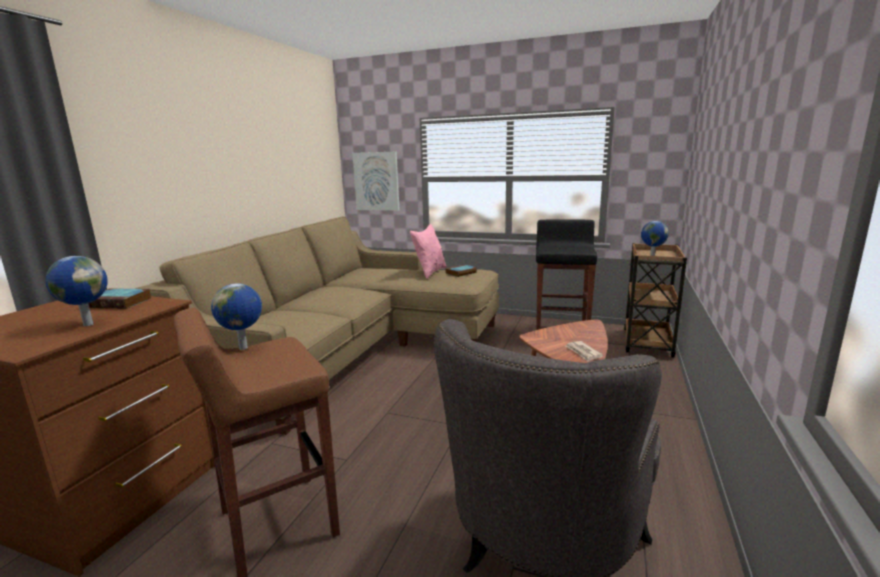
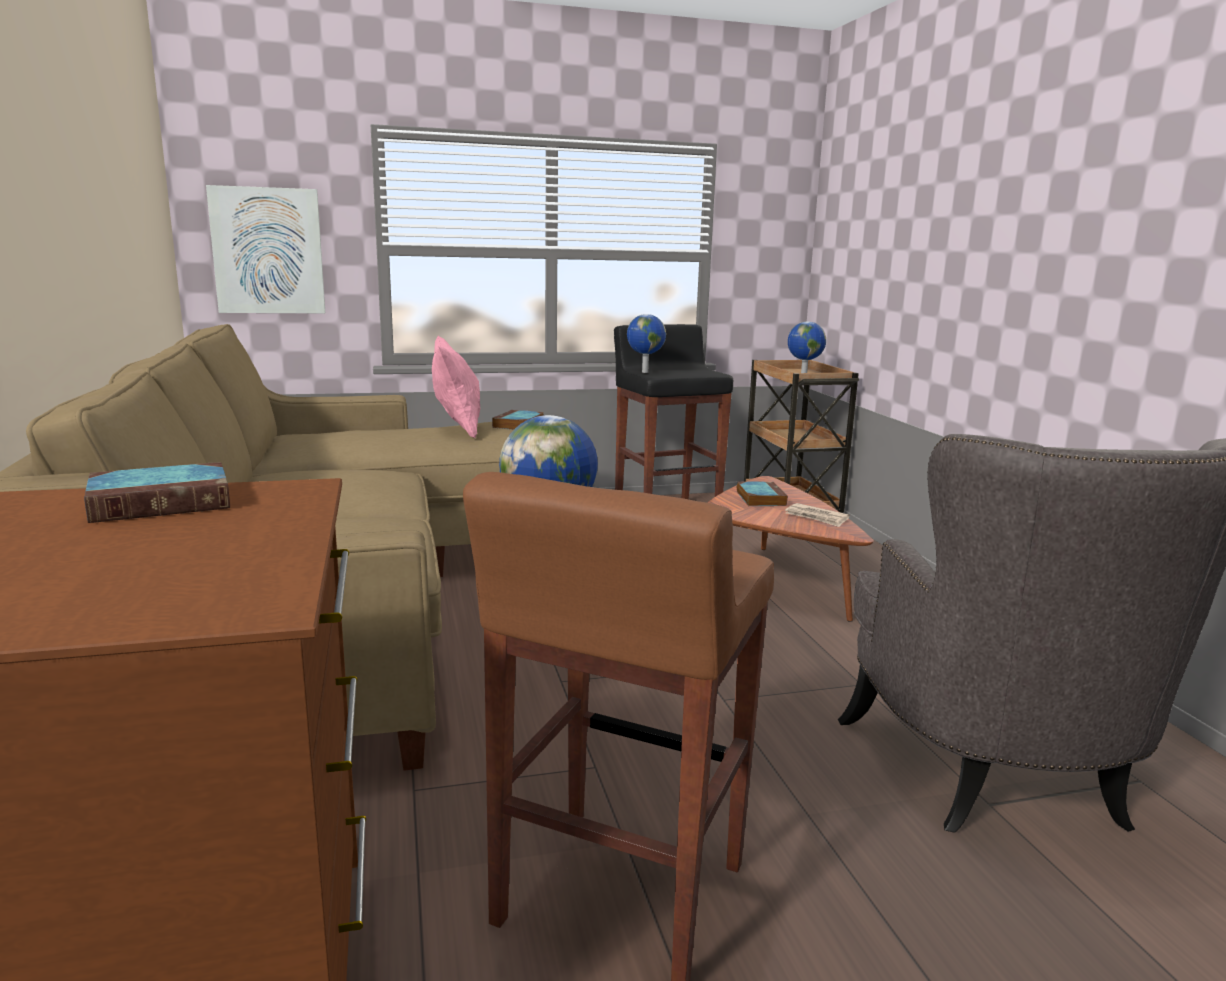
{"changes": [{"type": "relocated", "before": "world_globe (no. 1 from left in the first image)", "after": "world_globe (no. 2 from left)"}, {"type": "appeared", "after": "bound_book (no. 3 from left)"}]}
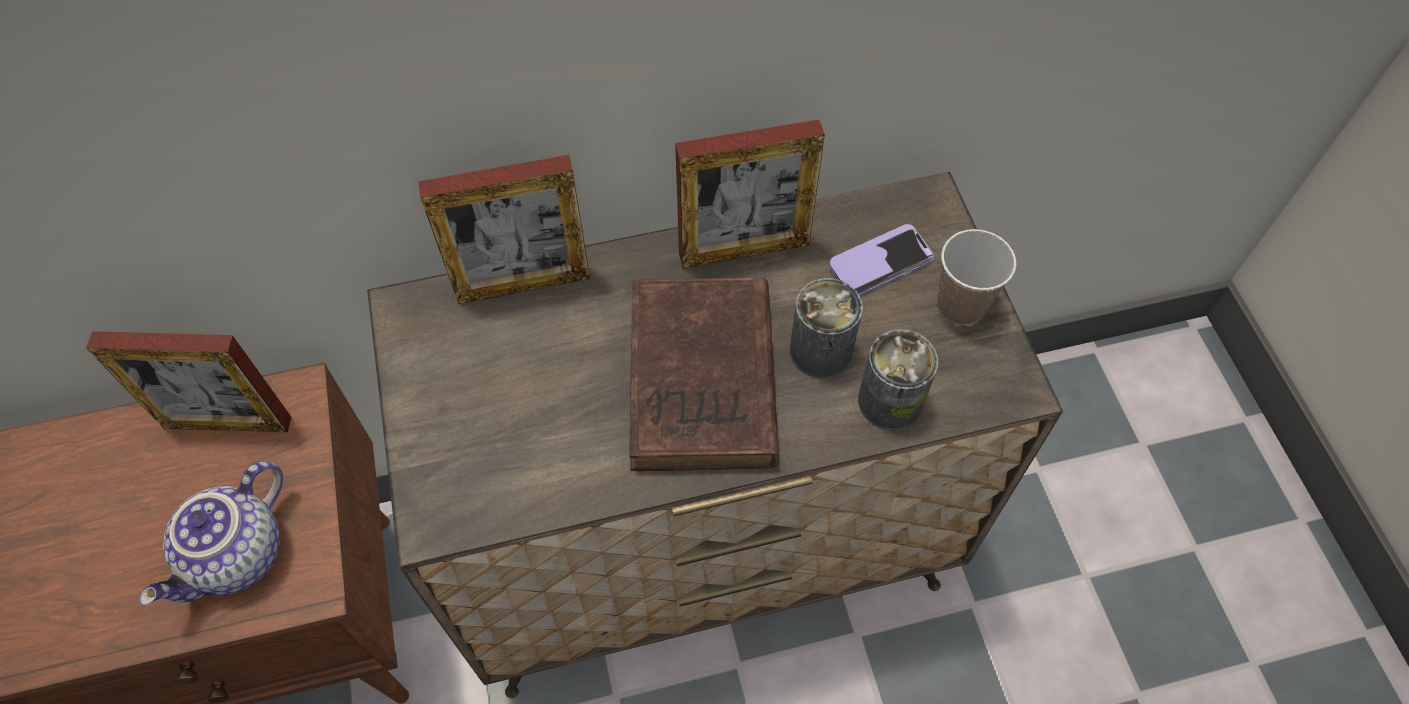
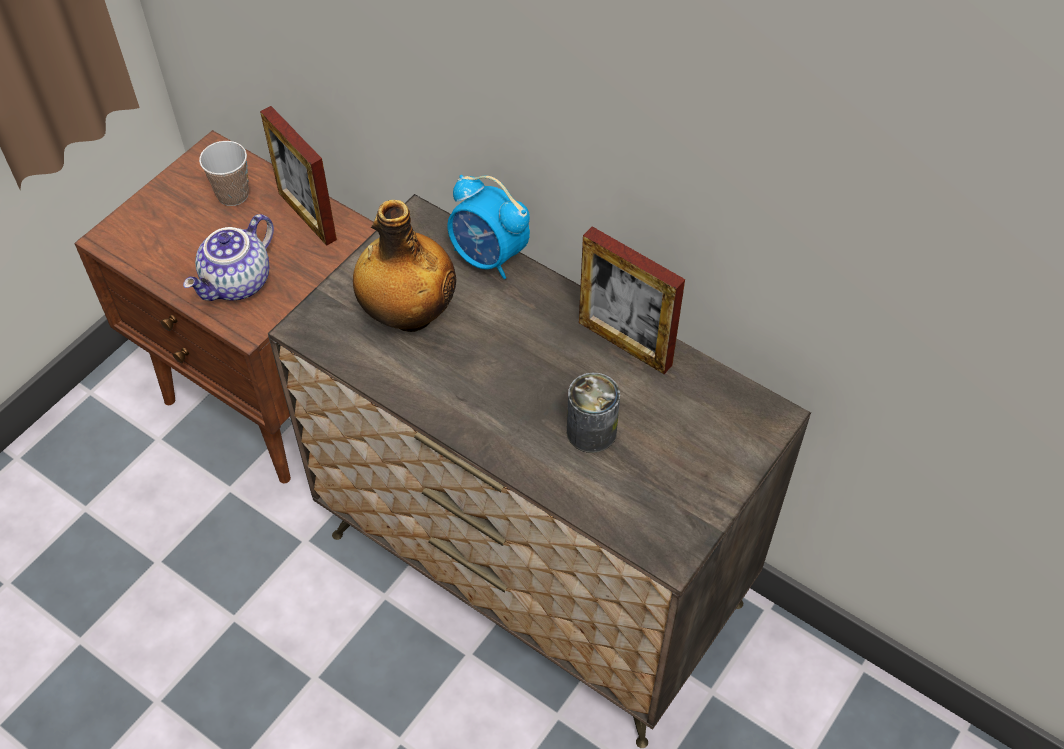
{"changes": [{"type": "exchanged", "before": "standing_frame (no. 2 from left)", "after": "bedside_clock"}, {"type": "missing", "before": "telephone"}, {"type": "relocated", "before": "small_cup"}, {"type": "missing", "before": "brown-coloured_bound_book"}, {"type": "missing", "before": "sealed_can (no. 2 from left)"}, {"type": "spun", "before": "tea_pot", "turn": -45}, {"type": "appeared", "after": "beverage_bottle"}]}
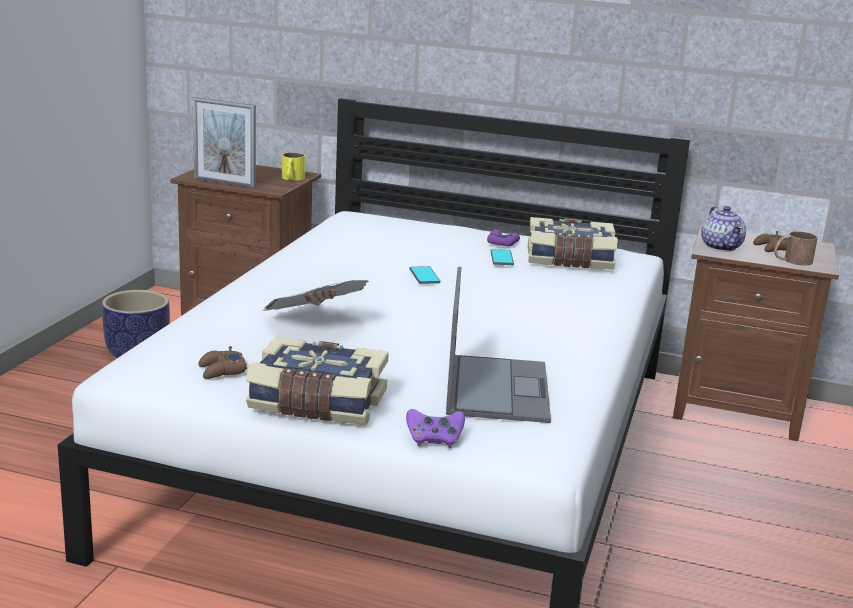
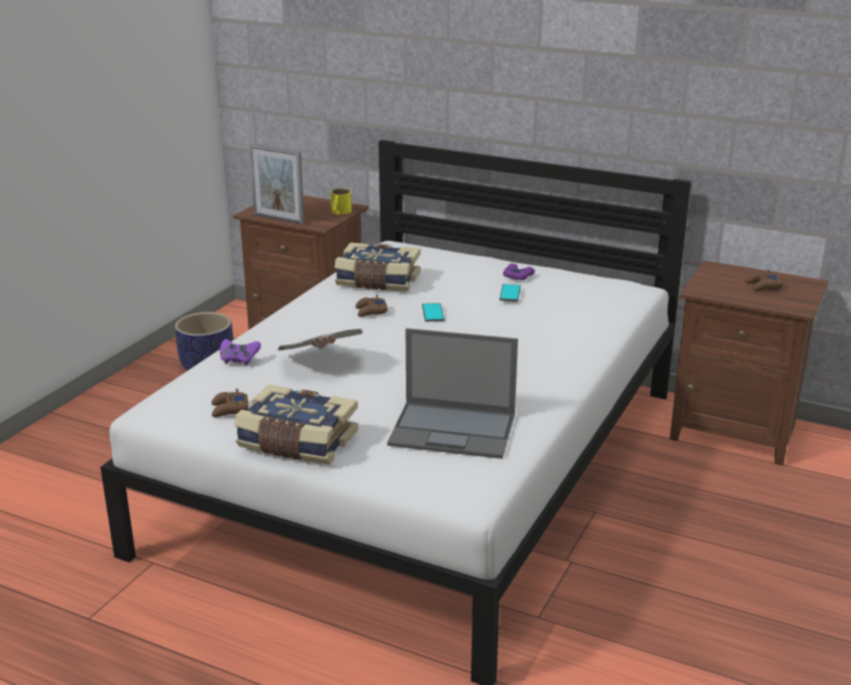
{"changes": [{"type": "missing", "before": "tea_pot"}, {"type": "relocated", "before": "bound_book (no. 2 from left)"}, {"type": "missing", "before": "brown-coloured_mug"}, {"type": "spun", "before": "portable_computer", "turn": 90}, {"type": "relocated", "before": "purplish_game_controller (no. 1 from left)"}, {"type": "appeared", "after": "brown-coloured_game_controller (no. 2 from left)"}]}
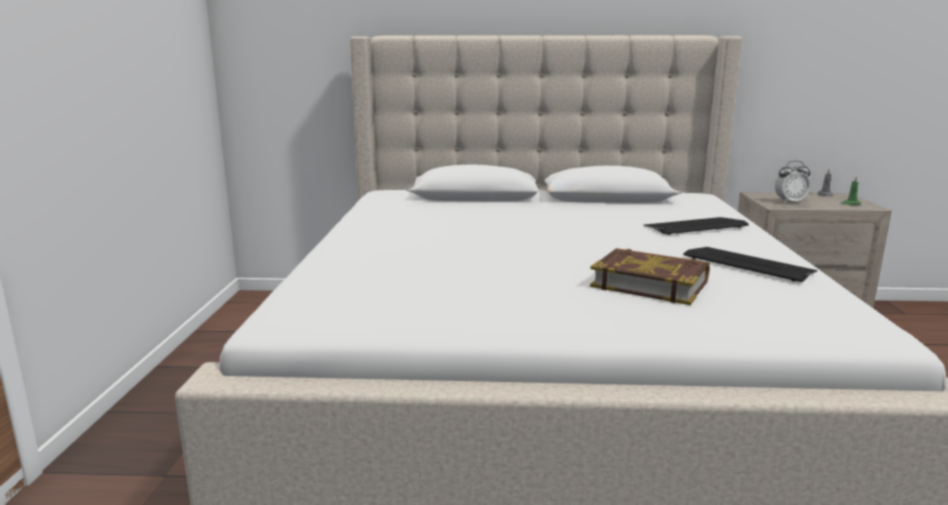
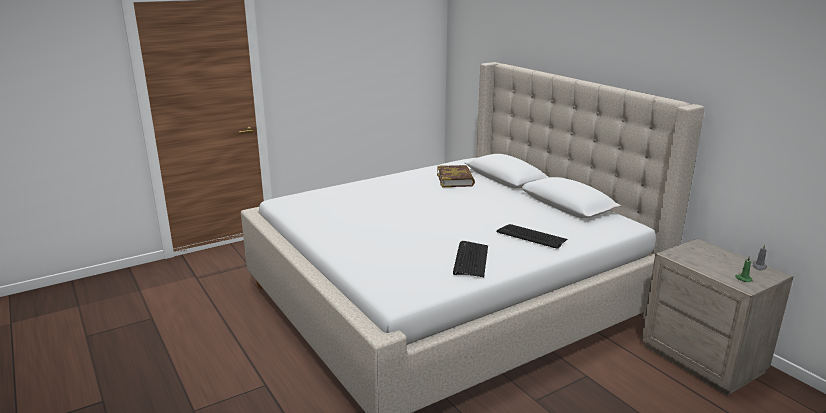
{"changes": [{"type": "missing", "before": "bedside_clock"}, {"type": "relocated", "before": "bound_book"}]}
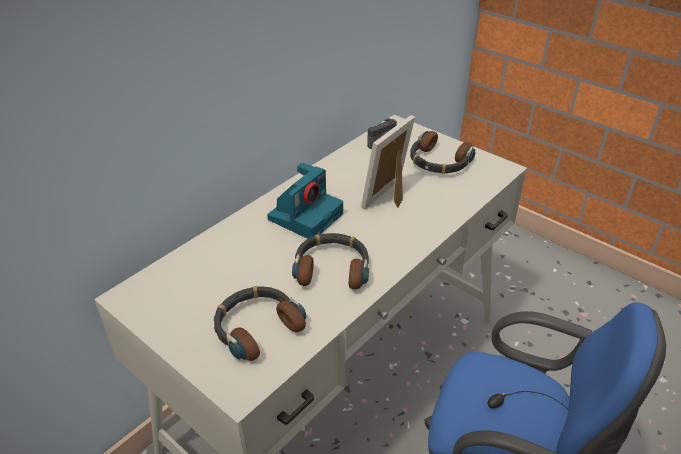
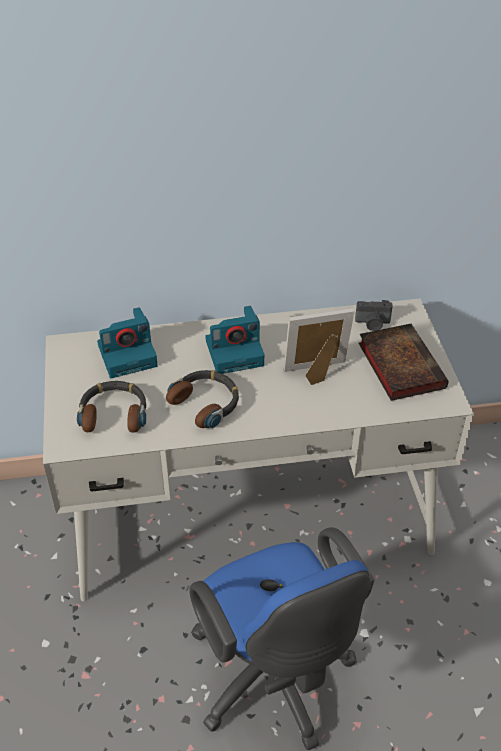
{"changes": [{"type": "exchanged", "before": "headset (no. 3 from left)", "after": "bound_book"}, {"type": "appeared", "after": "still_camera (no. 1 from left)"}]}
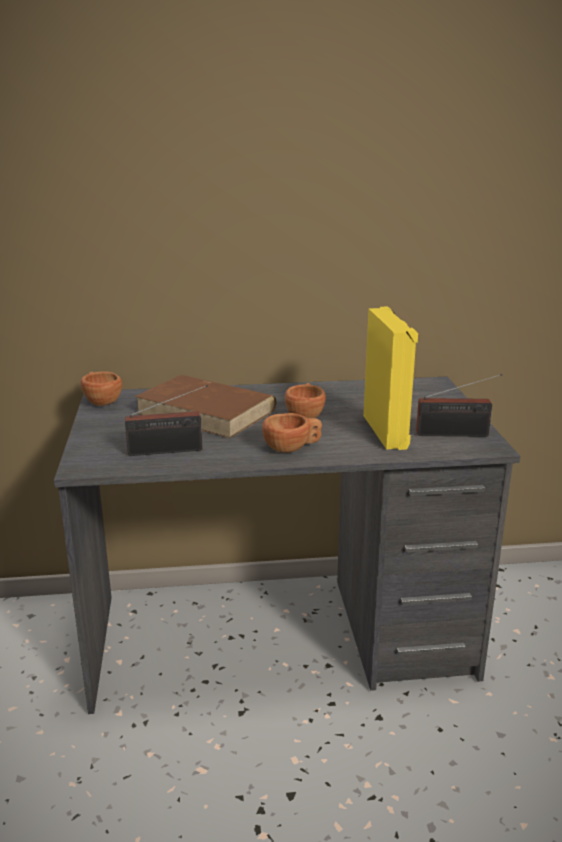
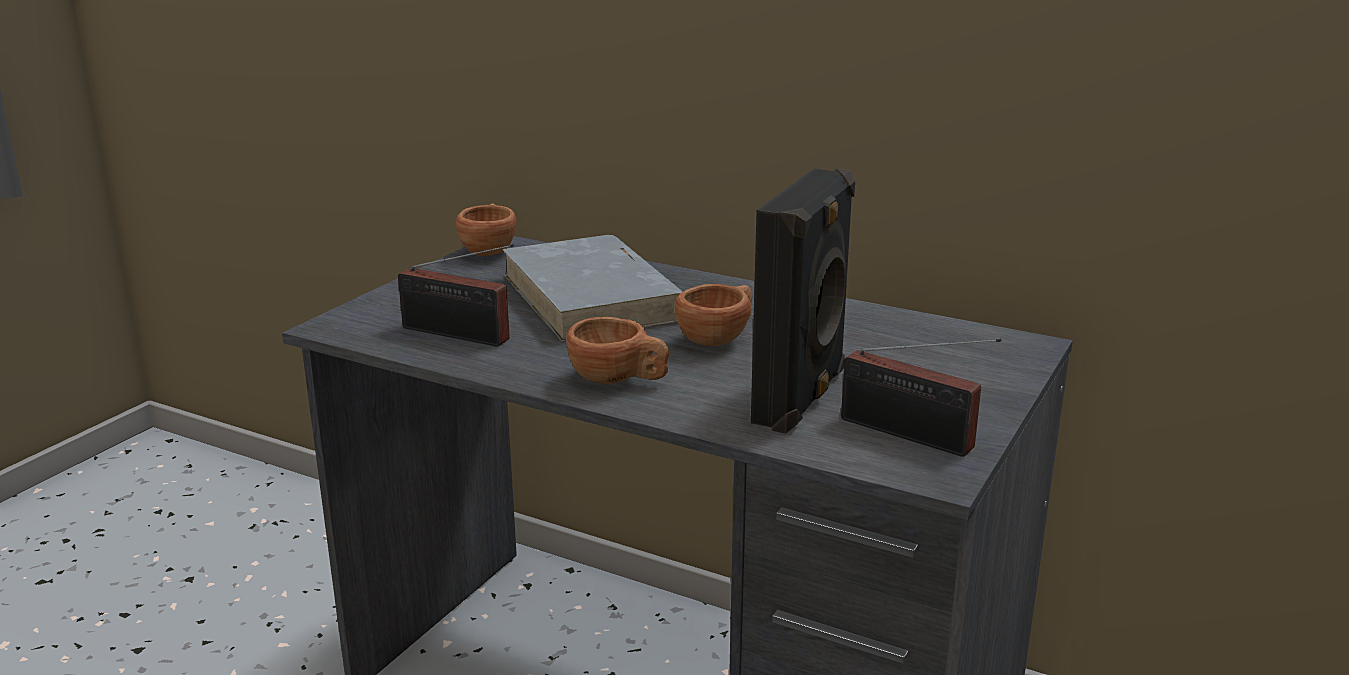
{"changes": [{"type": "colour", "before": "yellow_speaker", "after": "black_speaker"}, {"type": "colour", "before": "brown-coloured_bound_book", "after": "greyish_bound_book"}]}
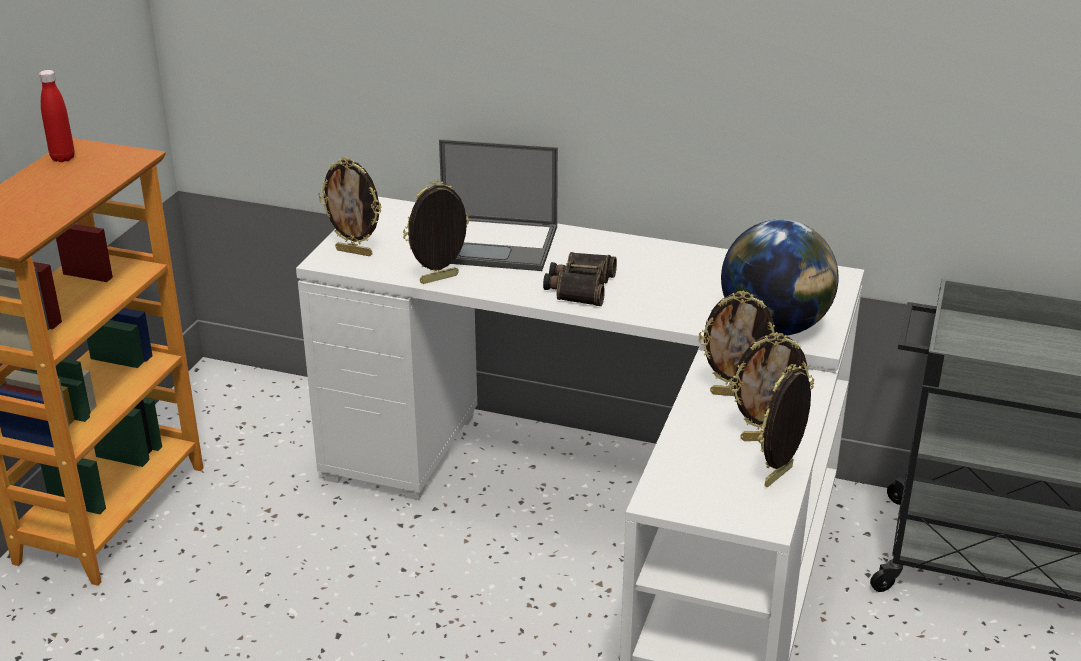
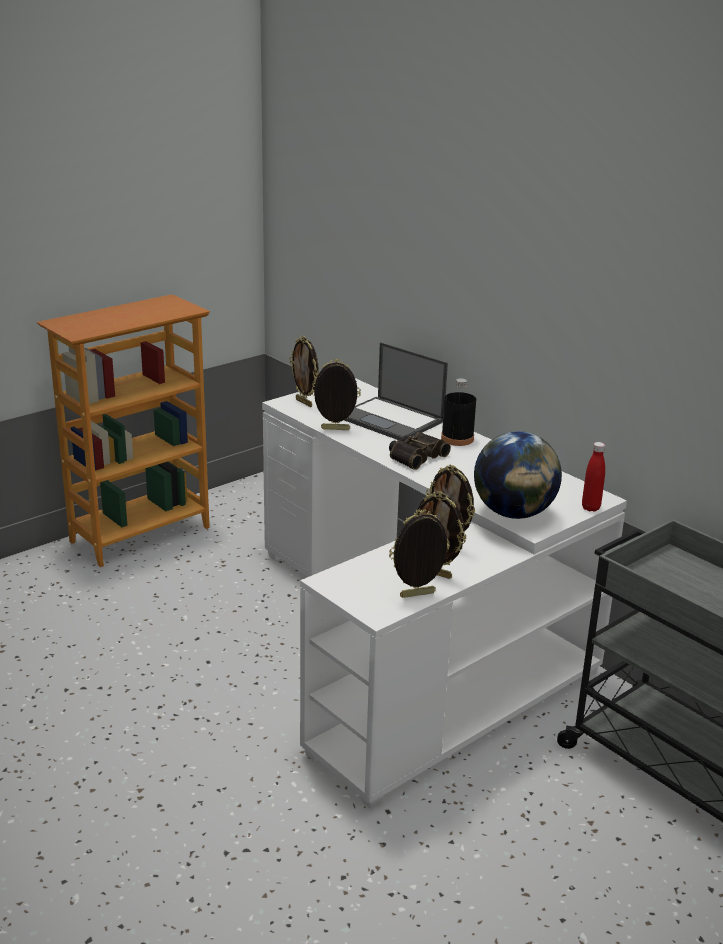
{"changes": [{"type": "relocated", "before": "red-coloured_beverage_bottle"}, {"type": "appeared", "after": "black_beverage_bottle"}]}
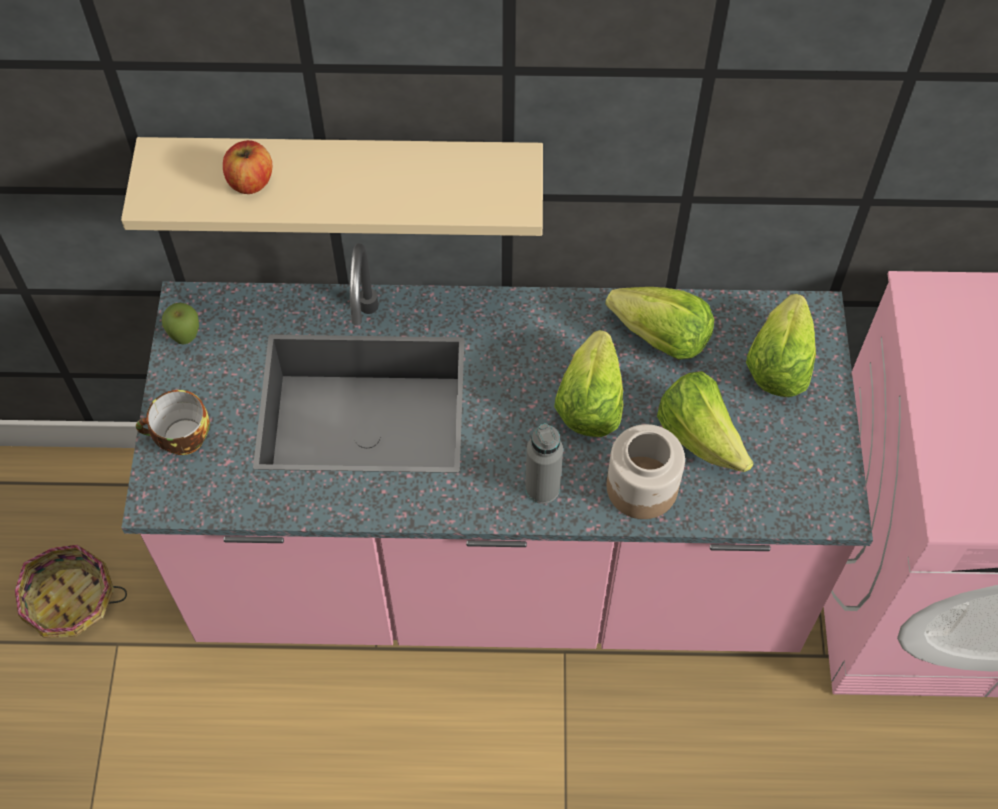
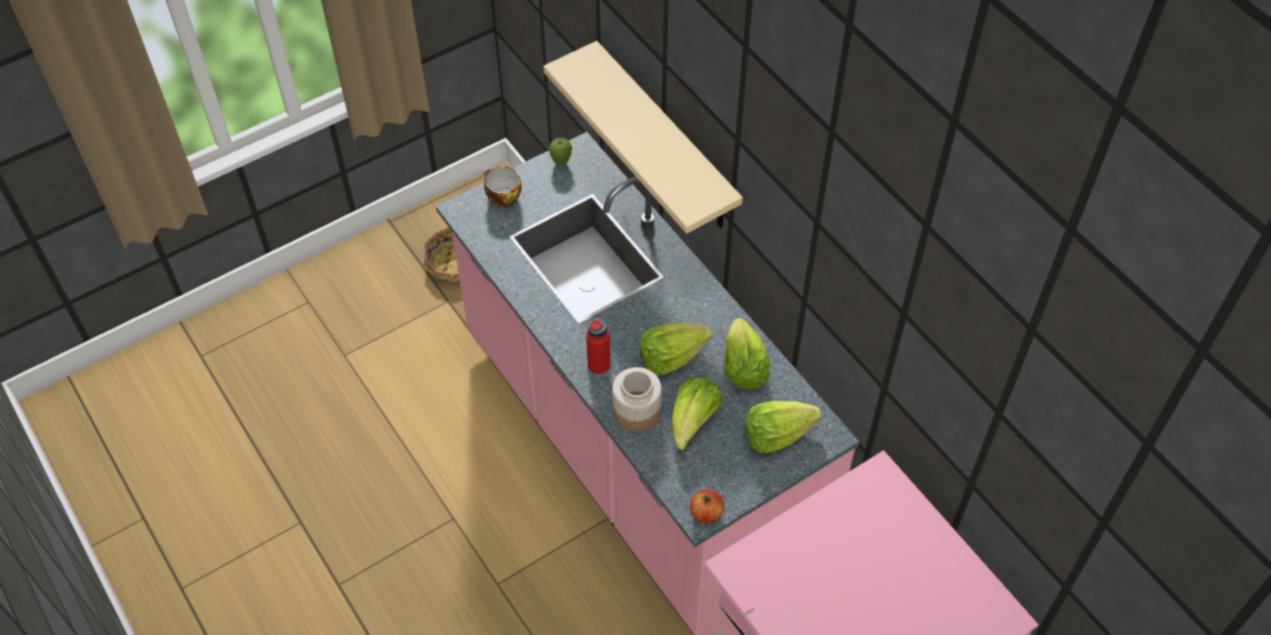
{"changes": [{"type": "relocated", "before": "apple_fruit (no. 2 from left)"}, {"type": "colour", "before": "greyish_beverage_bottle", "after": "red-coloured_beverage_bottle"}]}
